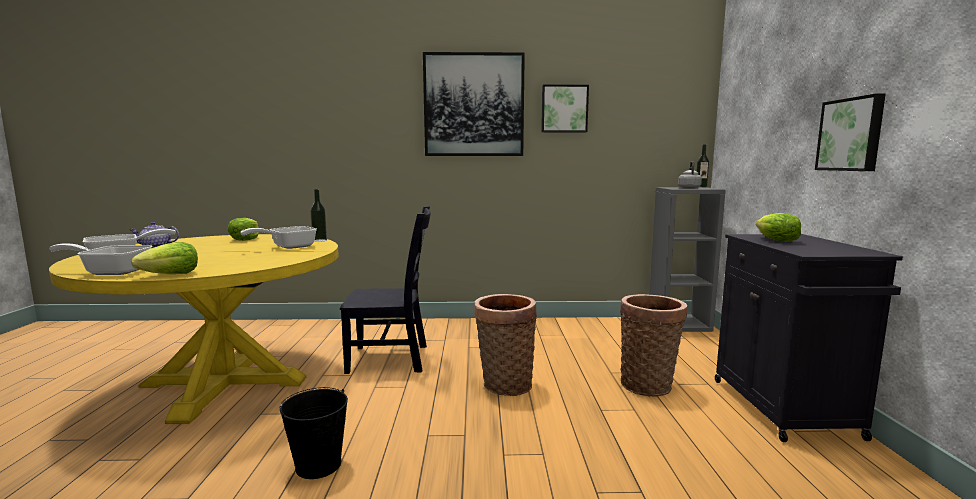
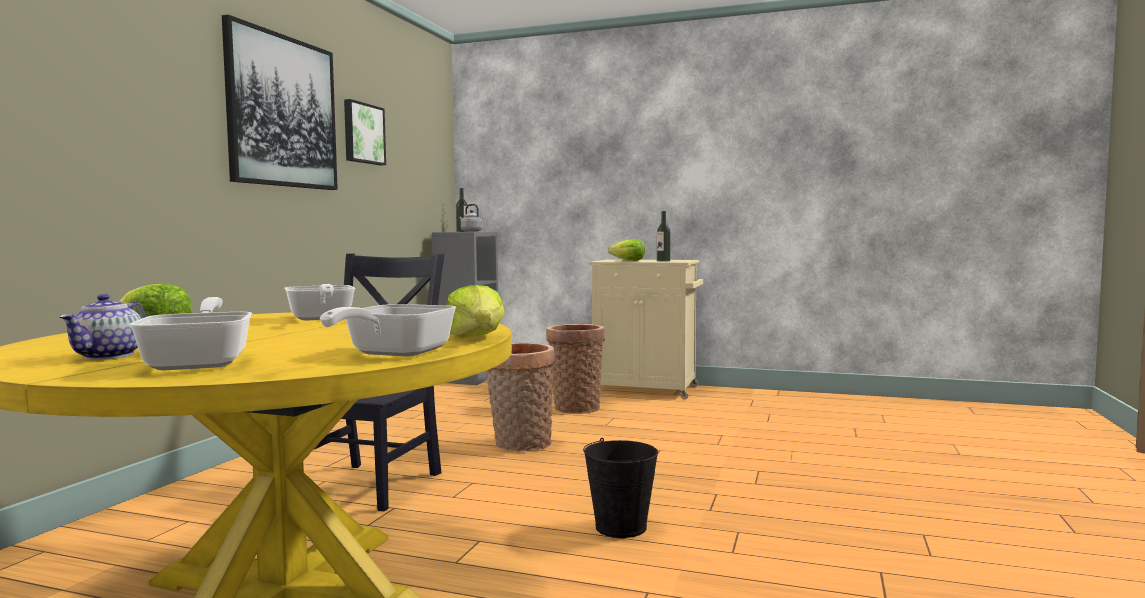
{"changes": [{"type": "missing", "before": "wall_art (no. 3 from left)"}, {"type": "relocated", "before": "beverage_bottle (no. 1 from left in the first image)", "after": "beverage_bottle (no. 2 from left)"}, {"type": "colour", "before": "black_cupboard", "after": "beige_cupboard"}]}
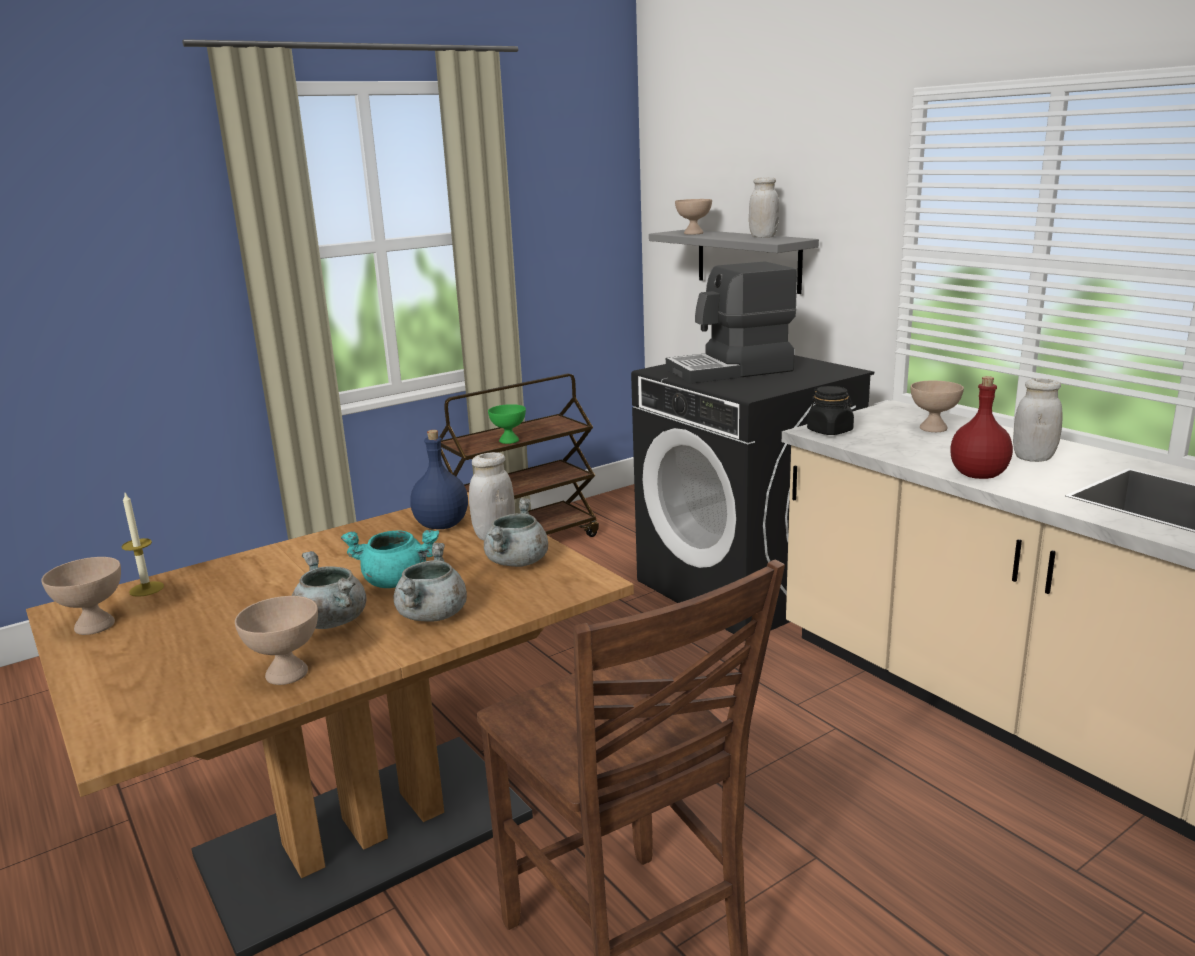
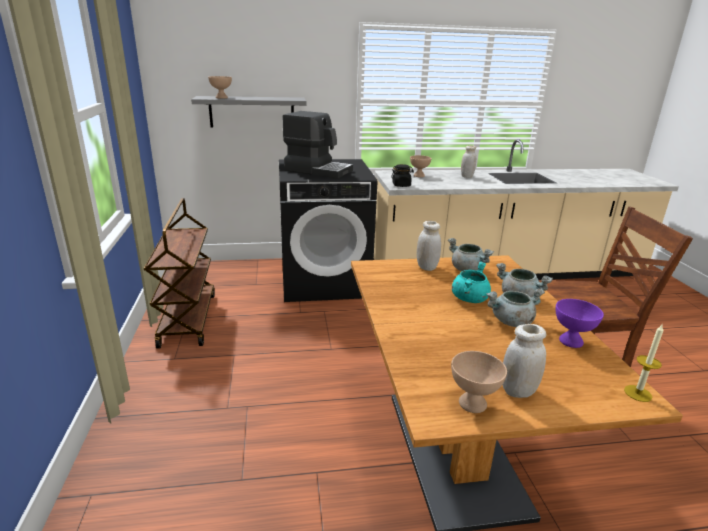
{"changes": [{"type": "relocated", "before": "whitish_storage_jar (no. 2 from left in the first image)", "after": "whitish_storage_jar (no. 3 from left)"}, {"type": "spun", "before": "coffee_machine", "turn": -75}, {"type": "missing", "before": "red-coloured_beverage_bottle"}, {"type": "missing", "before": "green-coloured_deep_dish"}, {"type": "missing", "before": "blue_beverage_bottle"}, {"type": "relocated", "before": "wax_light"}, {"type": "colour", "before": "beige_deep_dish (no. 2 from left)", "after": "purplish_deep_dish"}]}
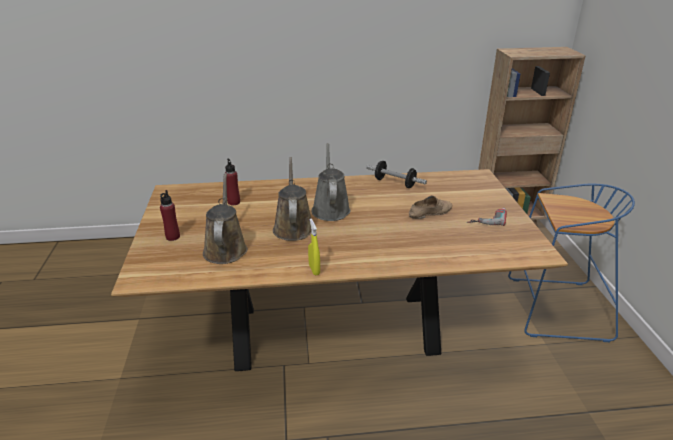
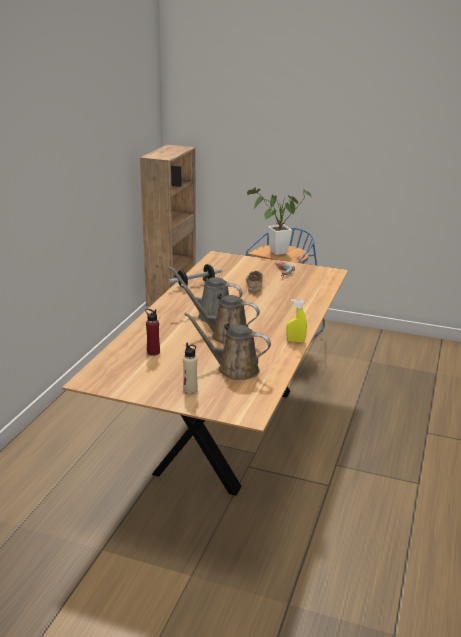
{"changes": [{"type": "colour", "before": "red-coloured_beverage_bottle (no. 1 from left)", "after": "beige_beverage_bottle"}, {"type": "appeared", "after": "potted_plant"}]}
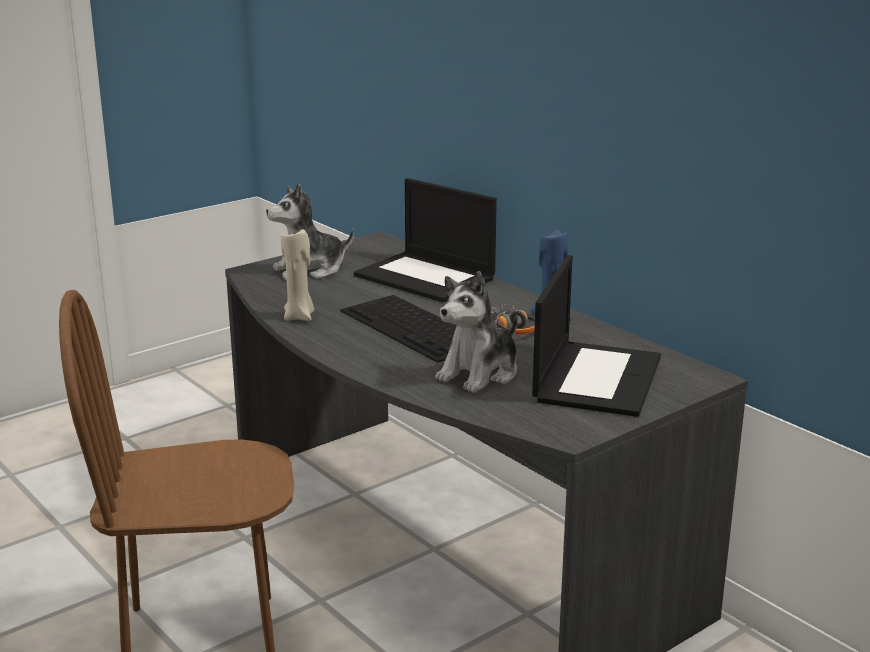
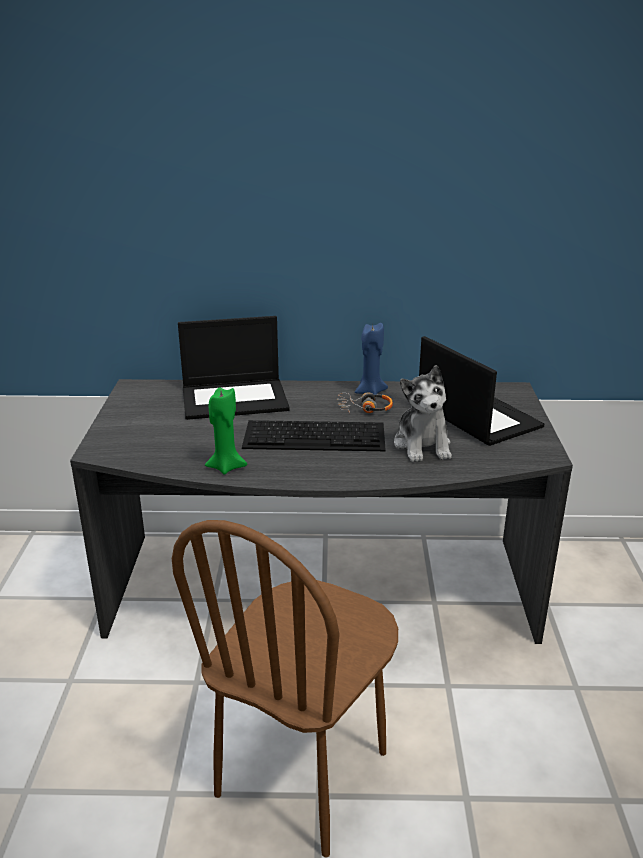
{"changes": [{"type": "missing", "before": "plush_toy (no. 1 from left)"}, {"type": "colour", "before": "beige_wax_light", "after": "green-coloured_wax_light"}]}
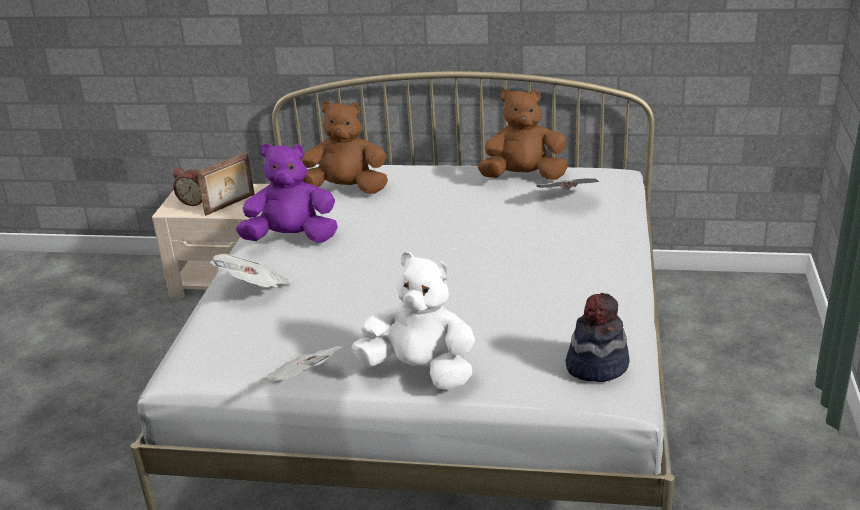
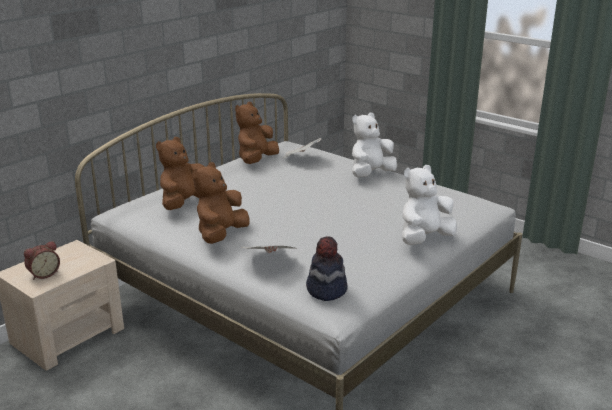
{"changes": [{"type": "colour", "before": "purplish_plush_toy", "after": "brown-coloured_plush_toy (no. 2 from left)"}, {"type": "missing", "before": "standing_frame"}, {"type": "relocated", "before": "clothing_hat"}, {"type": "missing", "before": "newspaper (no. 2 from left)"}, {"type": "appeared", "after": "whitish_plush_toy (no. 1 from left)"}]}
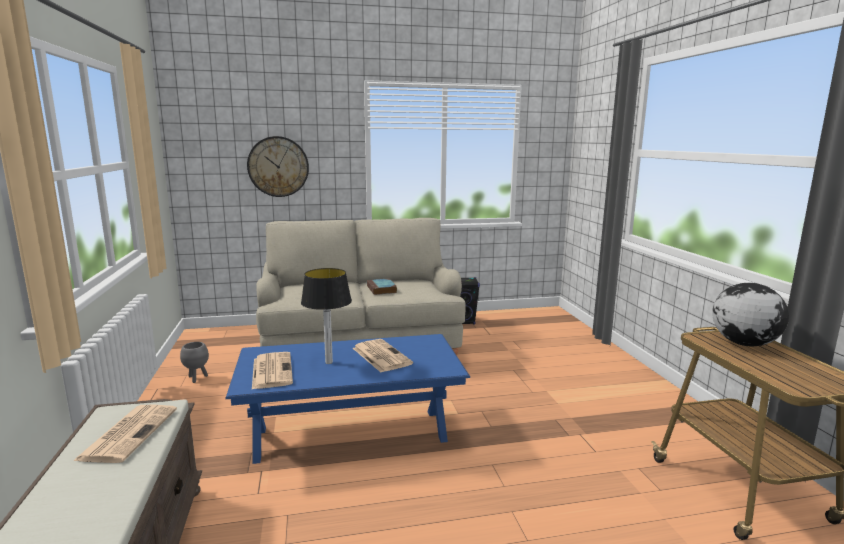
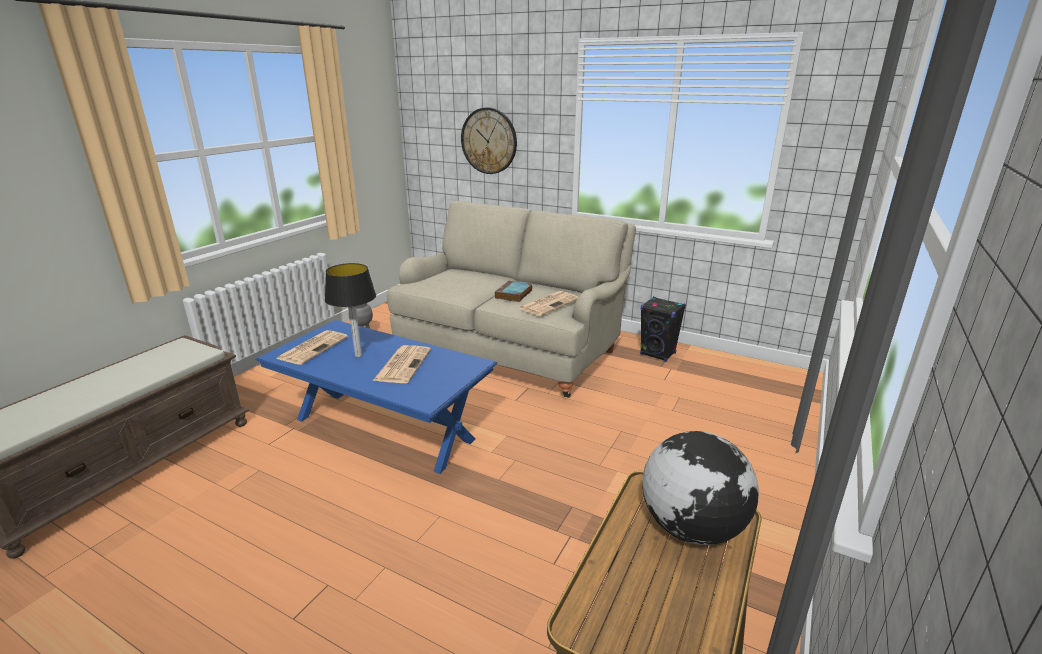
{"changes": [{"type": "relocated", "before": "newspaper (no. 1 from left in the first image)", "after": "newspaper (no. 3 from left)"}]}
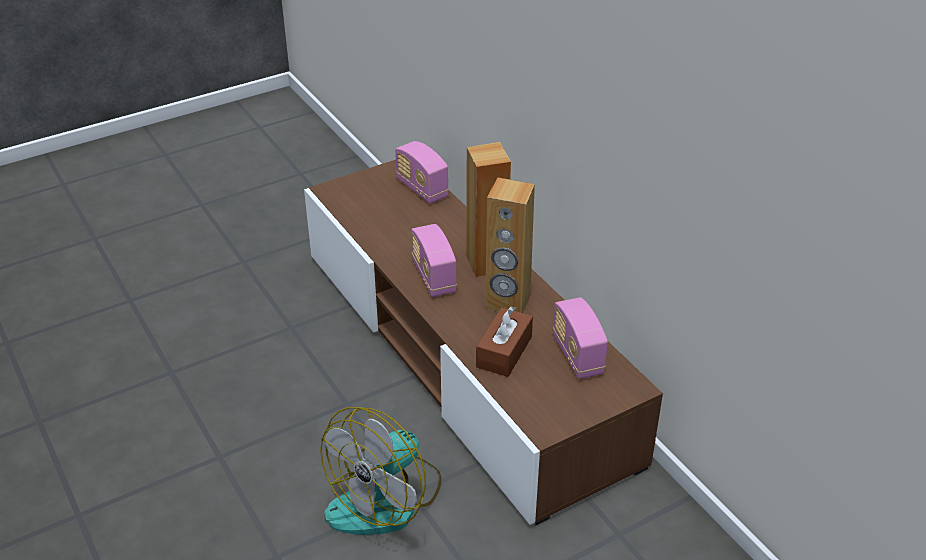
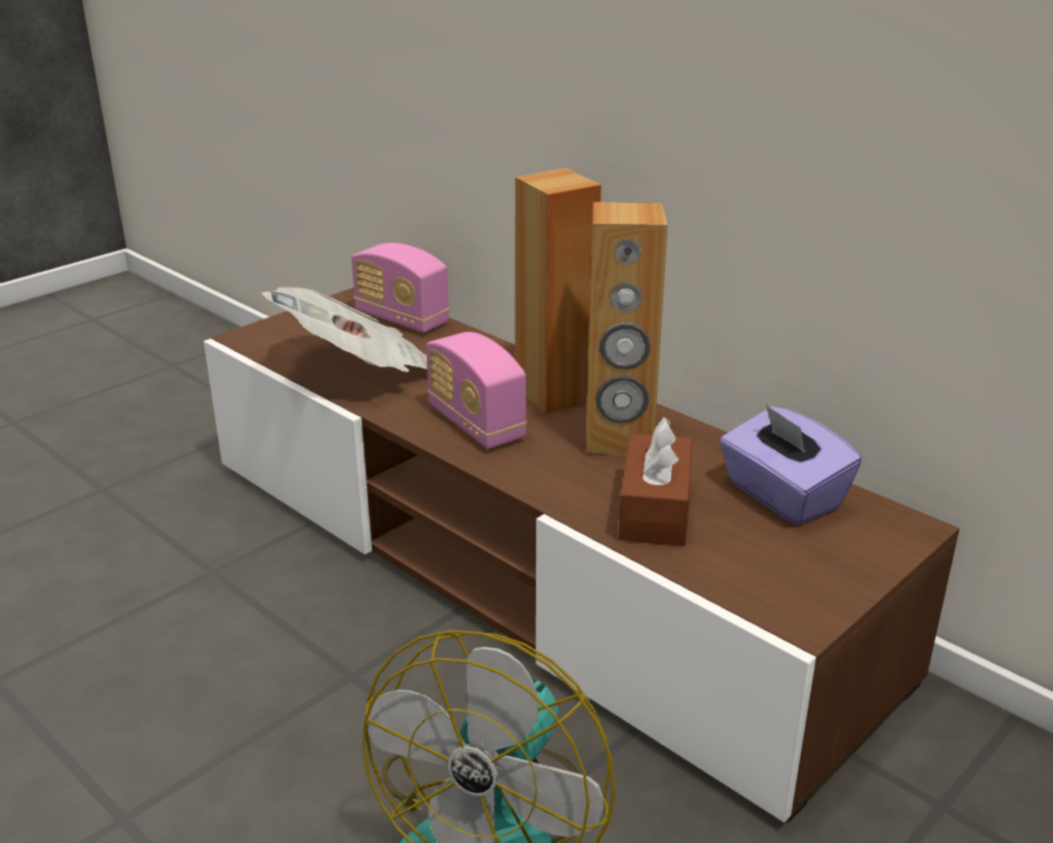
{"changes": [{"type": "exchanged", "before": "radio (no. 3 from left)", "after": "purplish_tissue_box"}, {"type": "appeared", "after": "newspaper"}]}
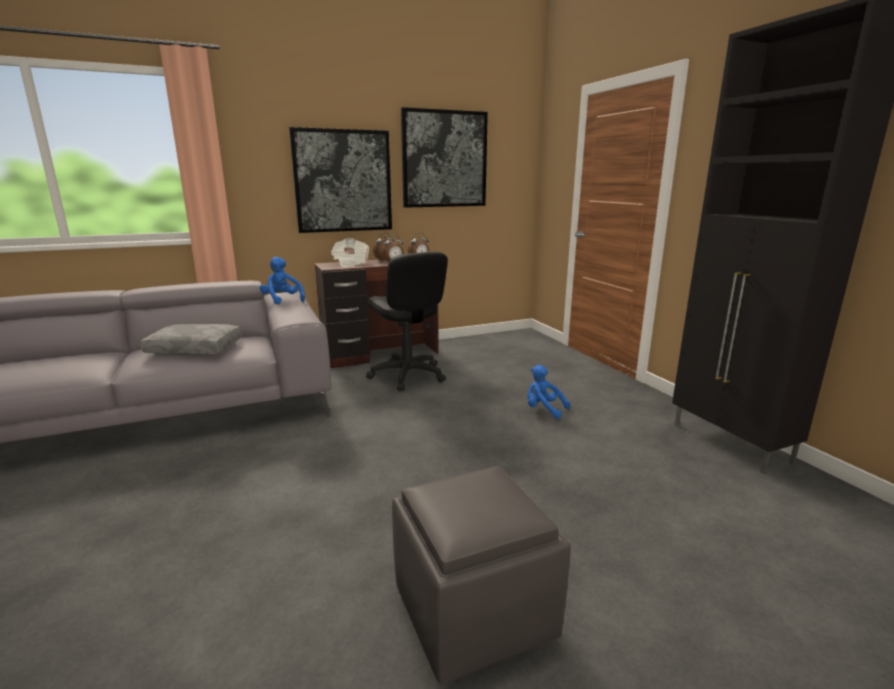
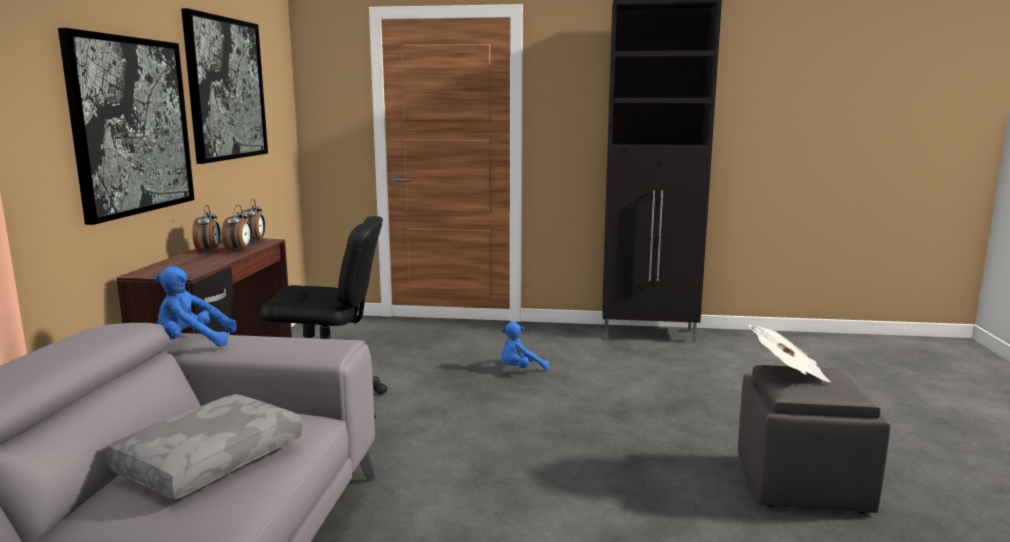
{"changes": [{"type": "relocated", "before": "newspaper"}]}
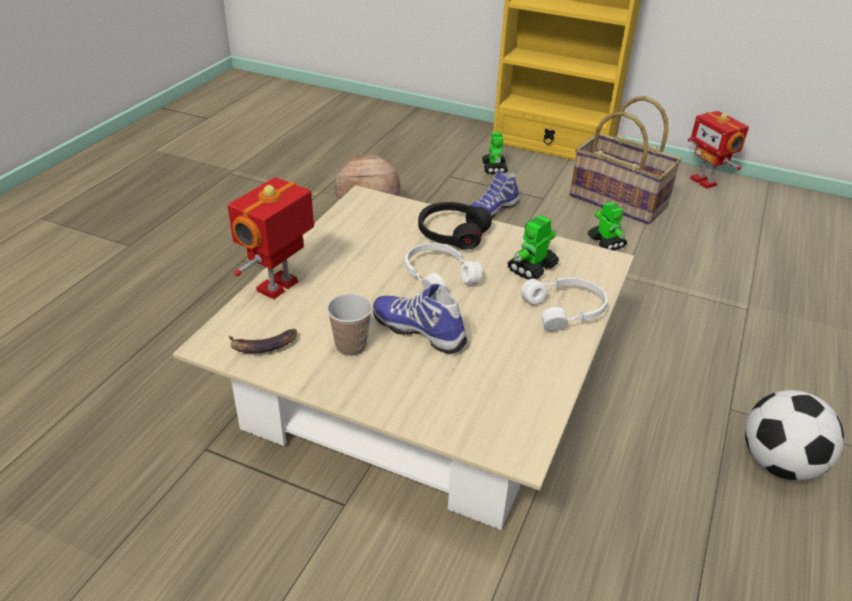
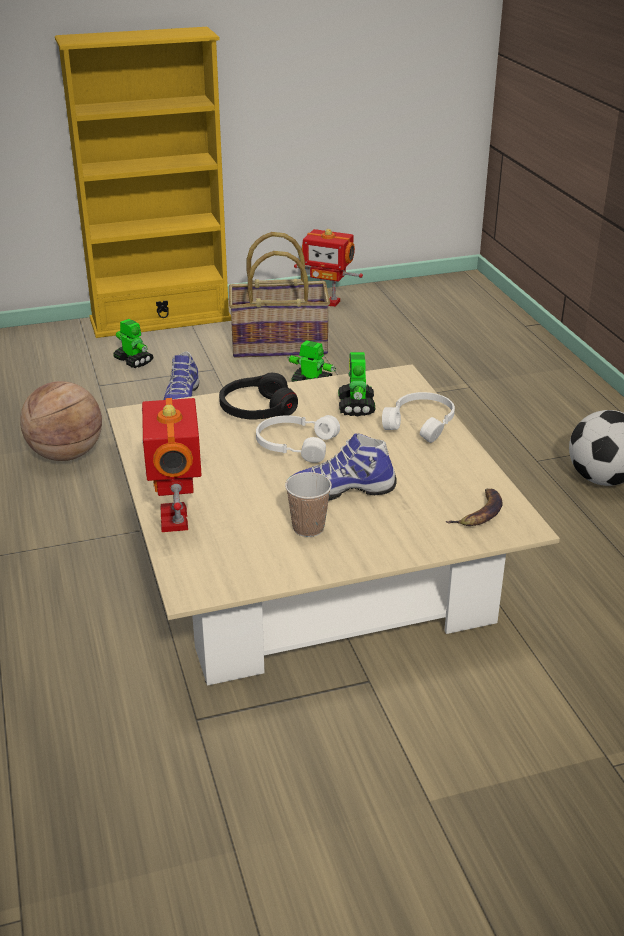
{"changes": [{"type": "relocated", "before": "banana_fruit"}]}
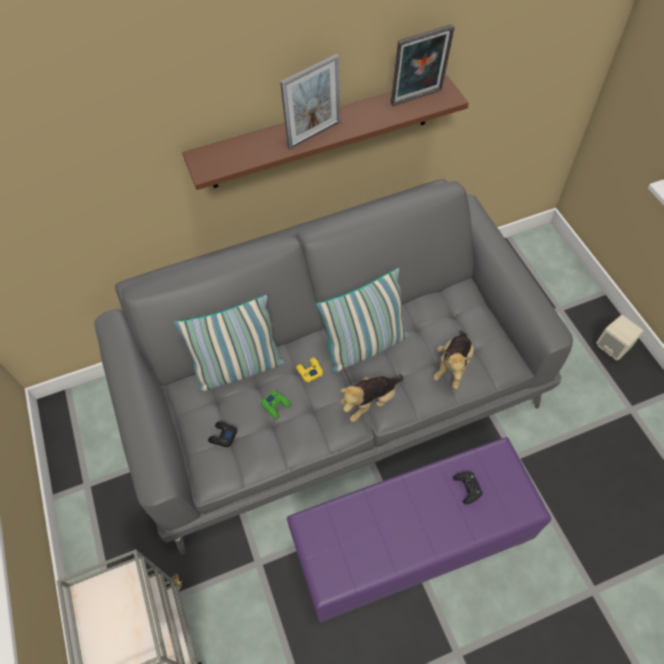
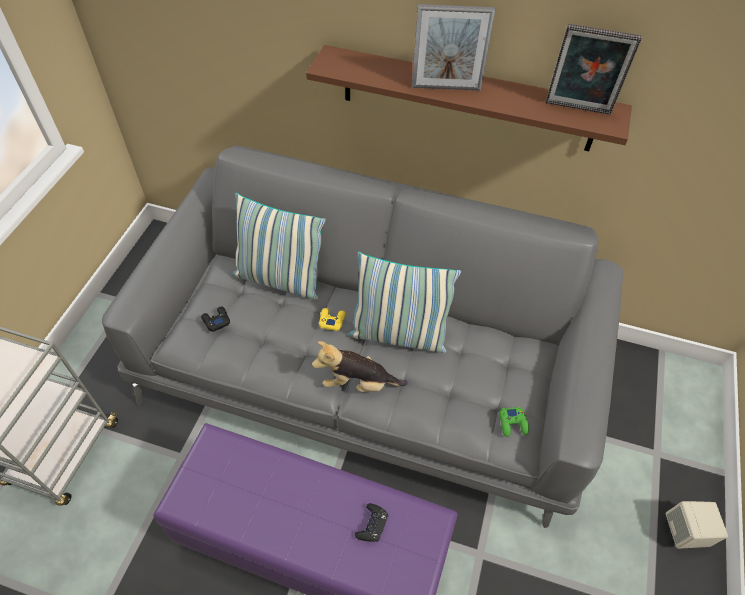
{"changes": [{"type": "missing", "before": "plush_toy (no. 2 from left)"}, {"type": "relocated", "before": "green-coloured_game_controller"}]}
